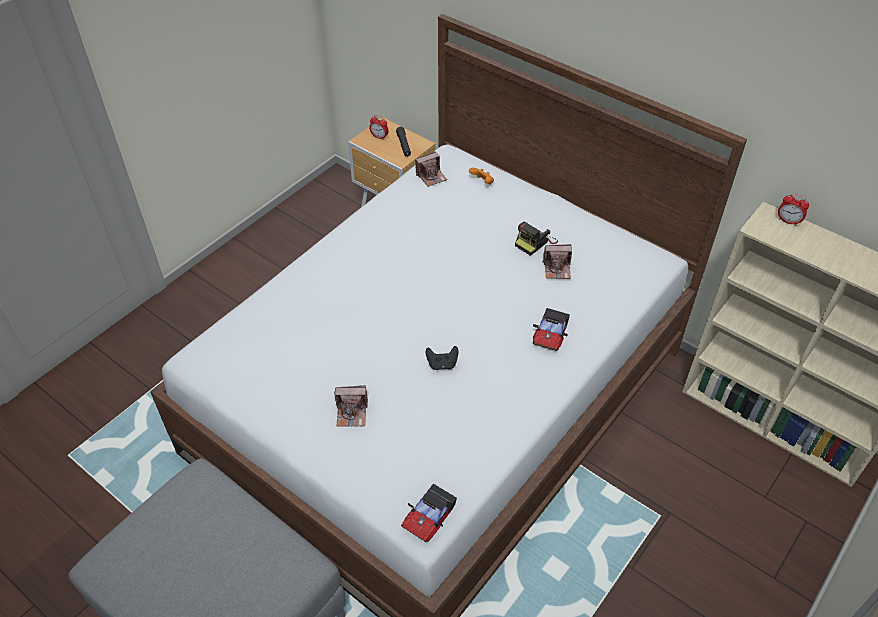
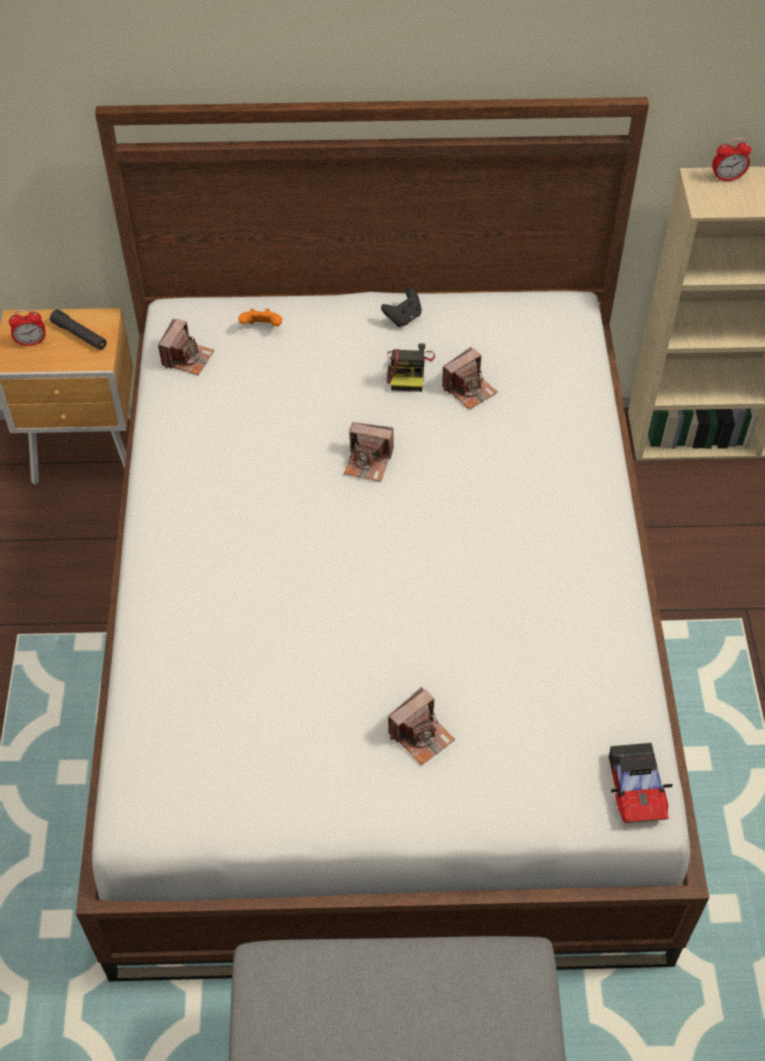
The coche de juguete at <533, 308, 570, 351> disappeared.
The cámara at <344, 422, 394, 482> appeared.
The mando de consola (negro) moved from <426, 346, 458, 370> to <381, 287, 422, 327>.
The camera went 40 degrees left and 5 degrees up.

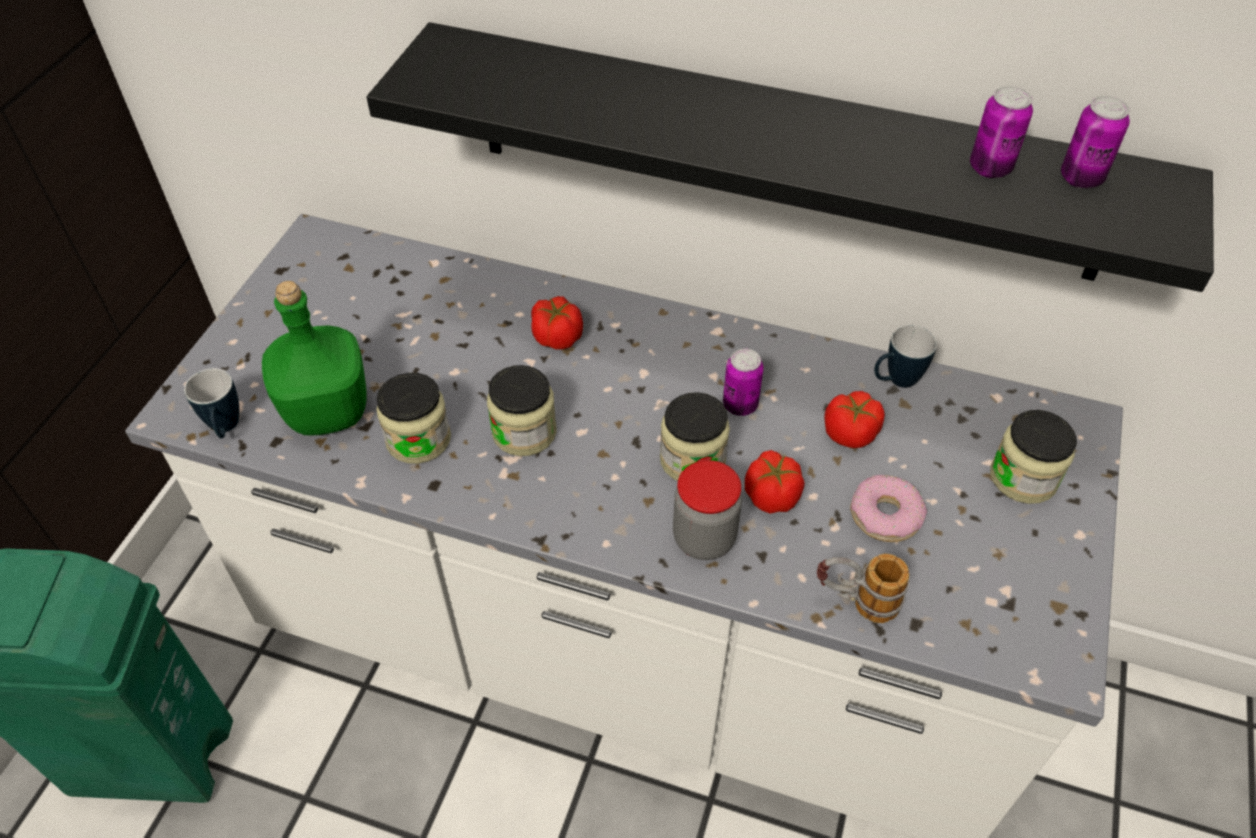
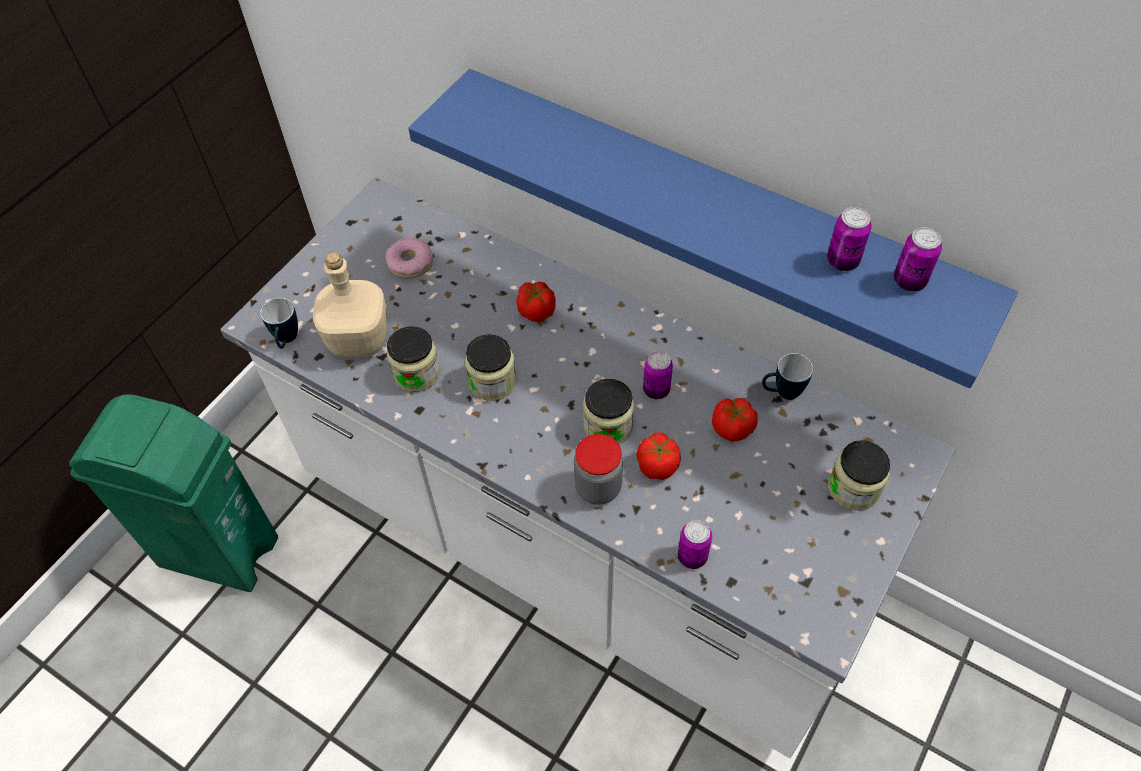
The rosquilla moved from <850, 475, 927, 542> to <386, 237, 433, 278>.
The taza grande at <817, 553, 909, 623> was replaced by the lata at <678, 520, 712, 569>.
The botella (verde) at <262, 281, 367, 436> became the botella (beis) at <313, 252, 387, 358>.
The estante (negro) at <366, 22, 1214, 292> became the estante (azul) at <408, 69, 1018, 388>.
The camera went 15 degrees right and 5 degrees up.

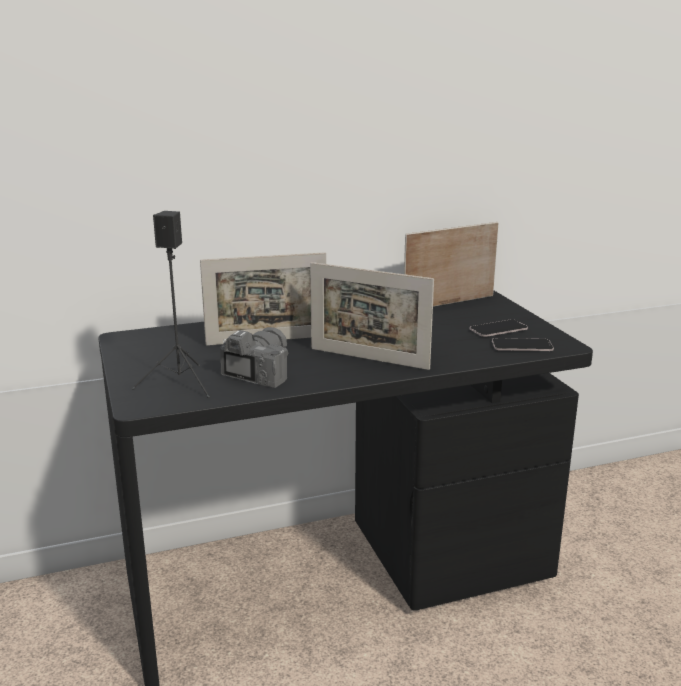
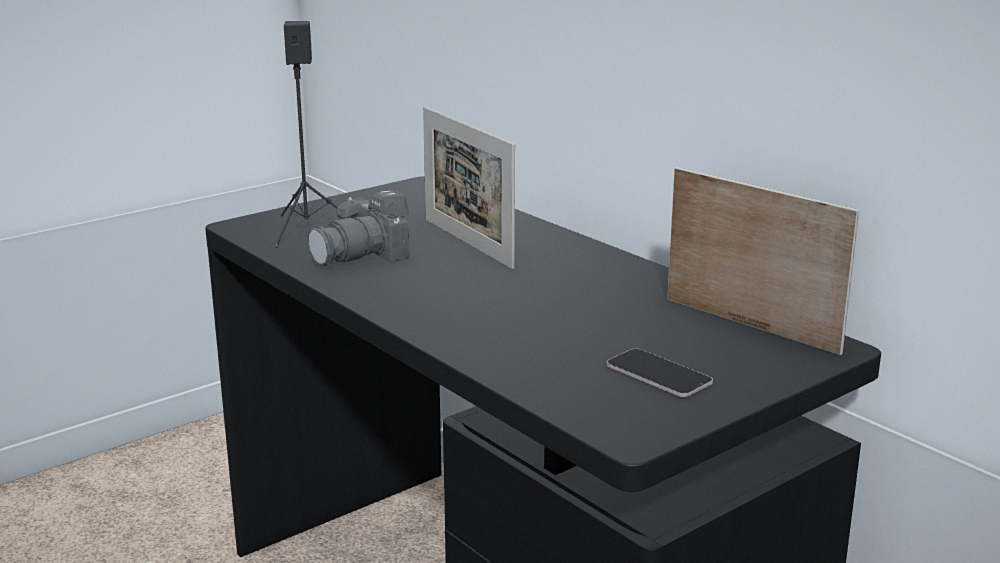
The portarretratos at <310, 262, 434, 370> disappeared.
The móvil at <492, 338, 554, 351> disappeared.
The cámara at <220, 327, 288, 388> turned 135 degrees clockwise.
The camera went 70 degrees right and 0 degrees up.

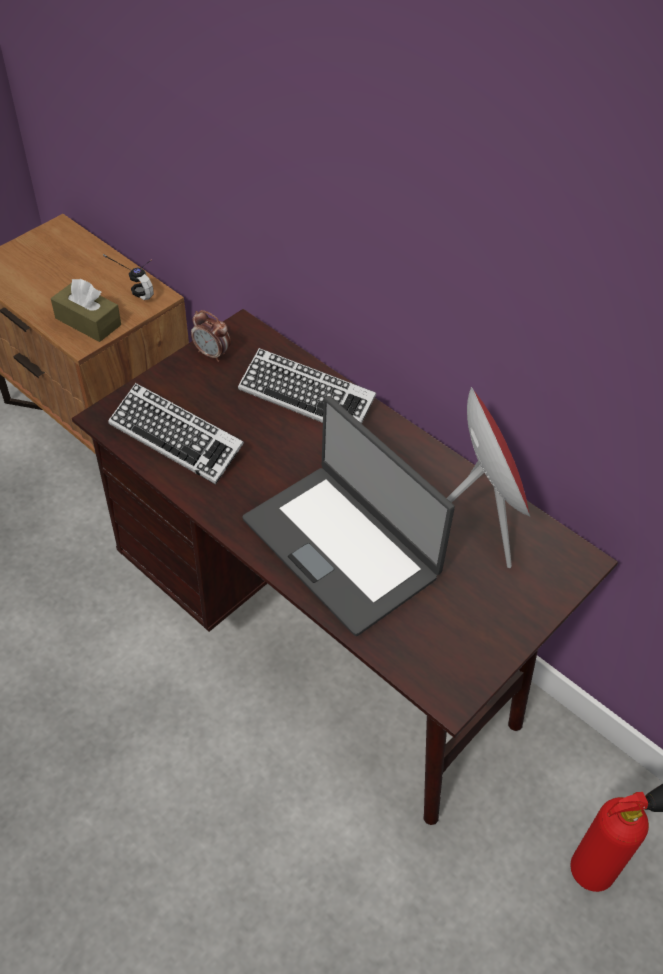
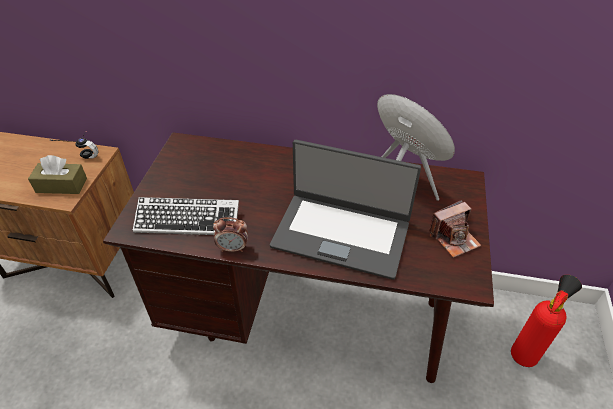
The teclado at <238, 348, 376, 424> disappeared.
The cámara at <429, 200, 481, 258> appeared.
The despertador moved from <191, 310, 231, 362> to <213, 217, 248, 252>.
The camera went 30 degrees left and 5 degrees down.

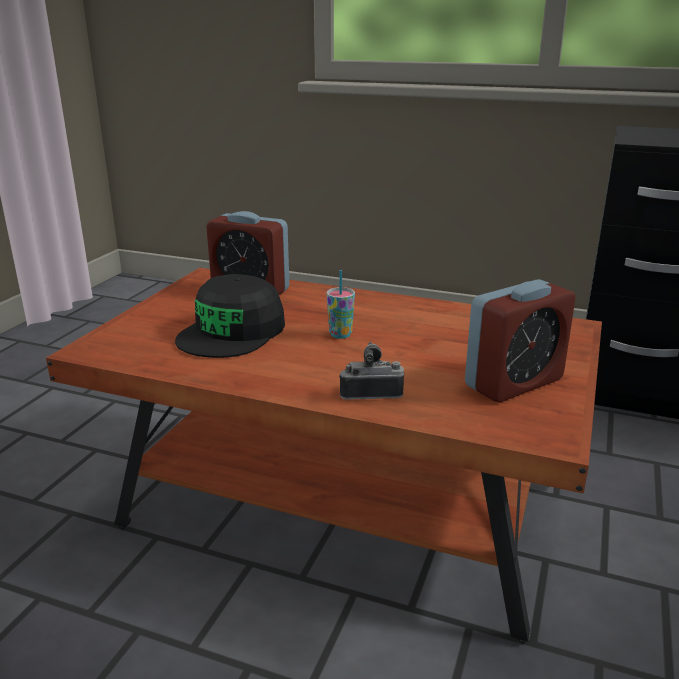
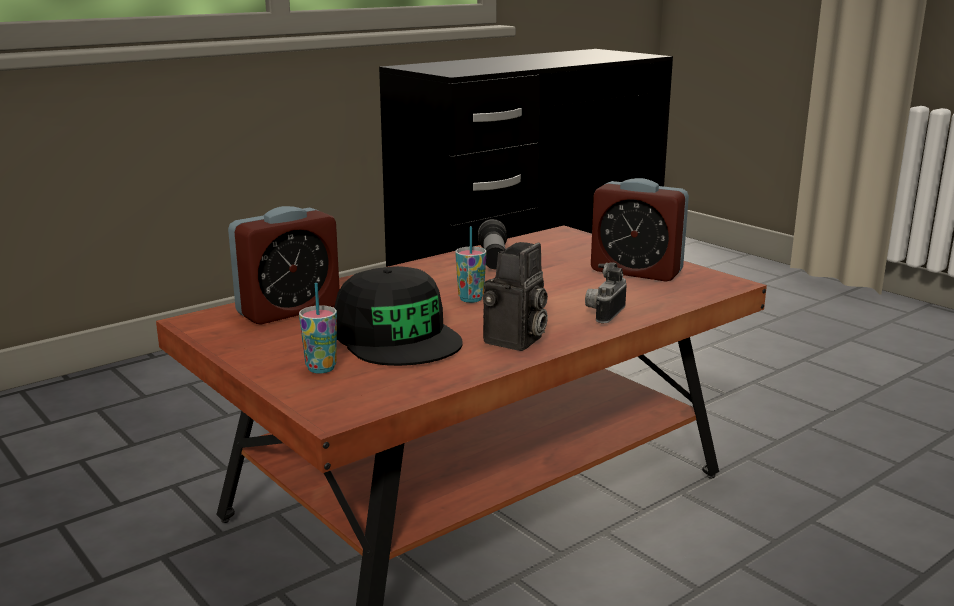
The taza at <299, 283, 337, 374> appeared.
The linterna at <478, 219, 507, 269> appeared.
The cámara at <483, 242, 548, 351> appeared.
The despertador at <465, 279, 576, 402> turned 120 degrees clockwise.
The camera went 60 degrees left and 5 degrees down.

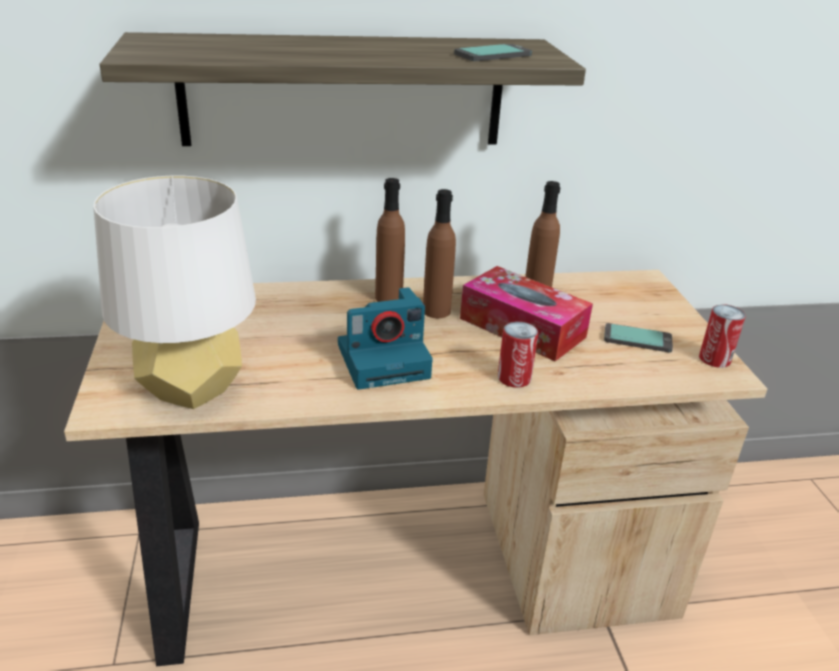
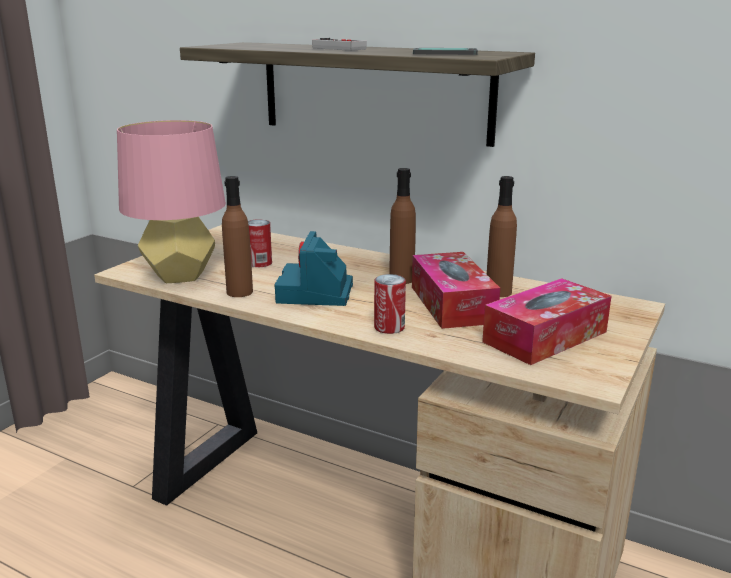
The mando de consola at <312, 38, 367, 51> appeared.
The botella (marrón) moved from <375, 178, 405, 302> to <222, 176, 253, 297>.
The lata moved from <699, 304, 746, 368> to <248, 219, 272, 267>.
The móvil at <604, 323, 673, 352> was replaced by the caja de pañuelos at <482, 278, 611, 365>.
The lámpara de mesa (blanco) at <94, 176, 256, 409> became the lámpara de mesa (rosa) at <117, 120, 226, 283>.
The cámara at <338, 287, 433, 390> turned 75 degrees clockwise.
The camera went 40 degrees right and 10 degrees down.

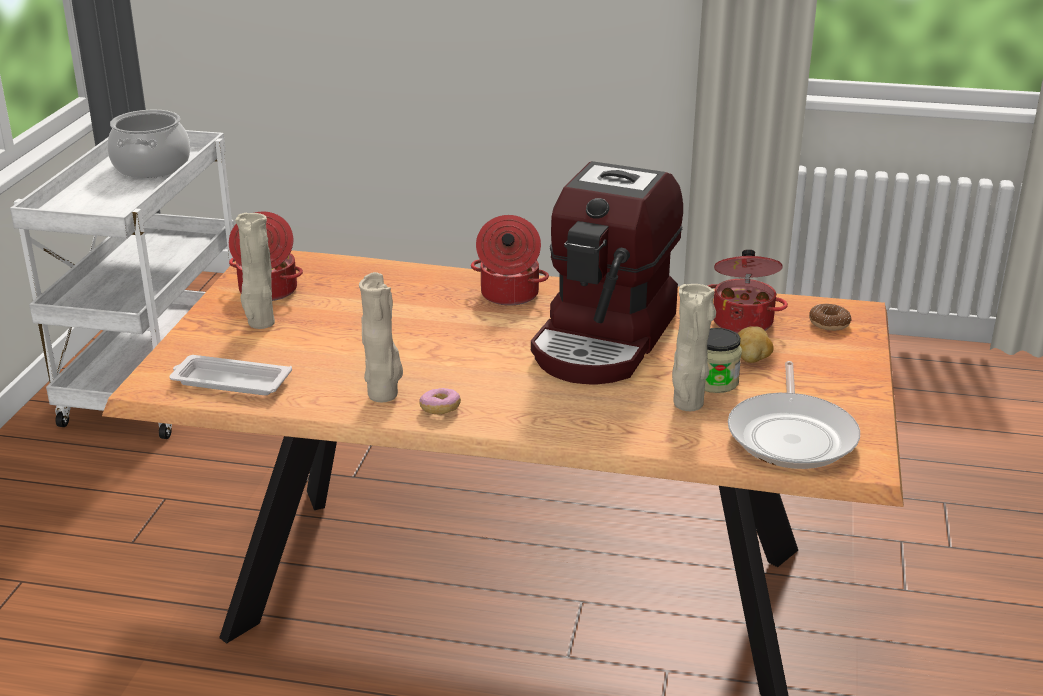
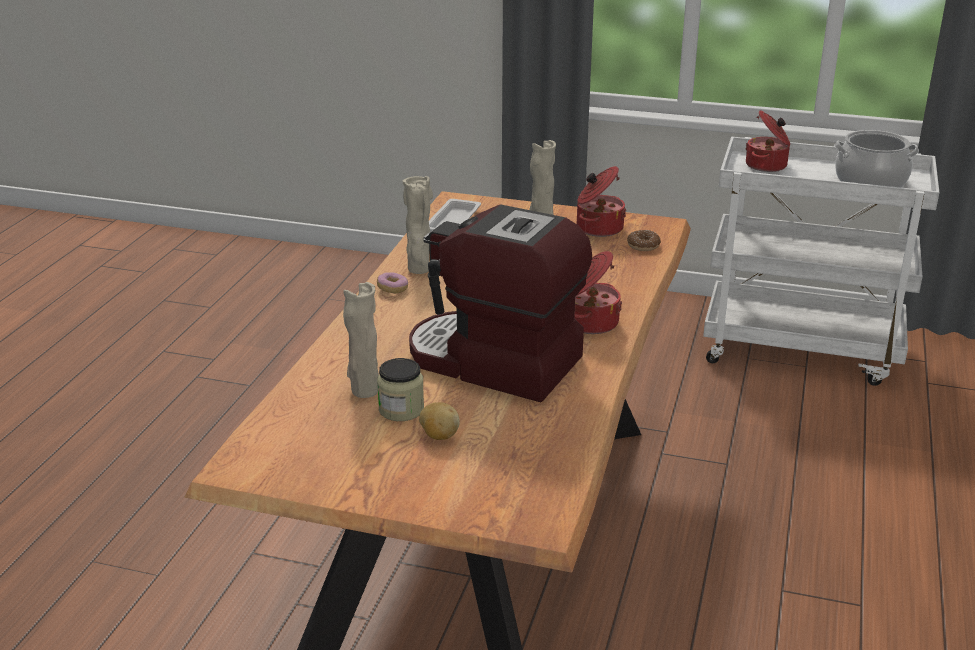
The sartén at <728, 361, 860, 469> disappeared.
The olla moved from <708, 249, 788, 334> to <745, 110, 790, 172>.
The rosquilla moved from <809, 303, 852, 331> to <627, 230, 661, 251>.
The camera went 95 degrees right and 0 degrees up.

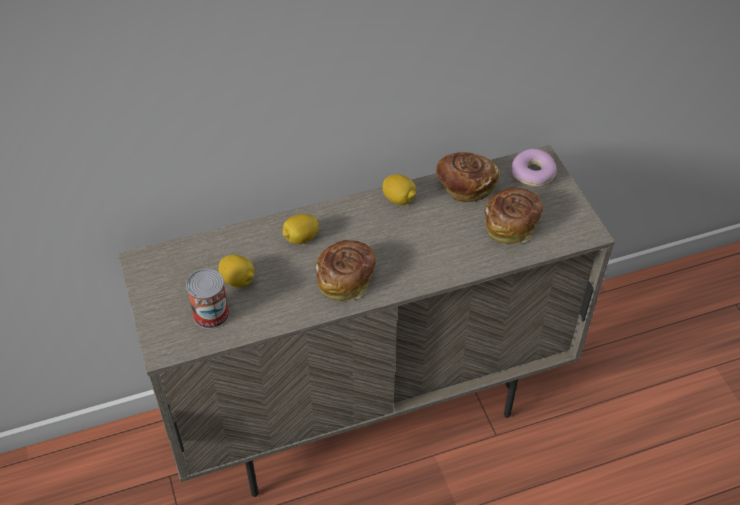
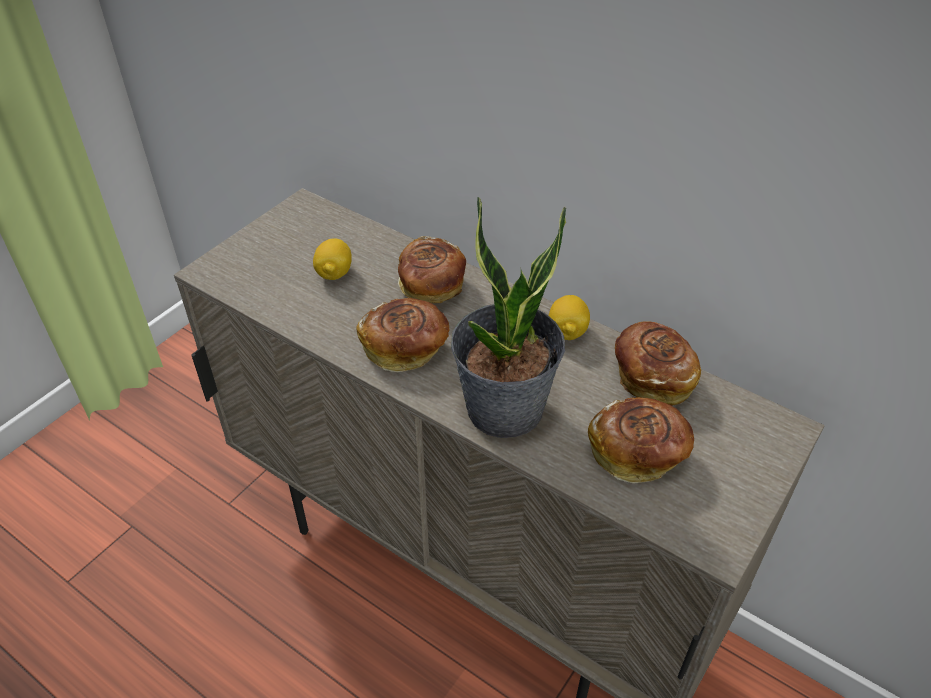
The lata at <186, 269, 229, 329> disappeared.
The rosquilla at <511, 149, 557, 187> disappeared.
The planta en maceta at <451, 197, 566, 438> appeared.
The limón at <282, 214, 319, 244> was replaced by the pan at <398, 236, 466, 304>.
The camera went 55 degrees right and 5 degrees down.

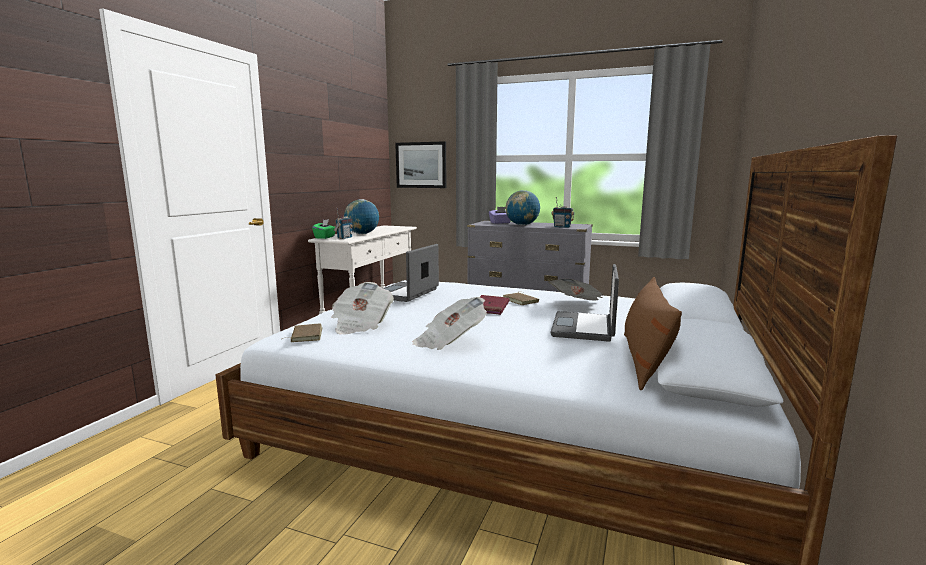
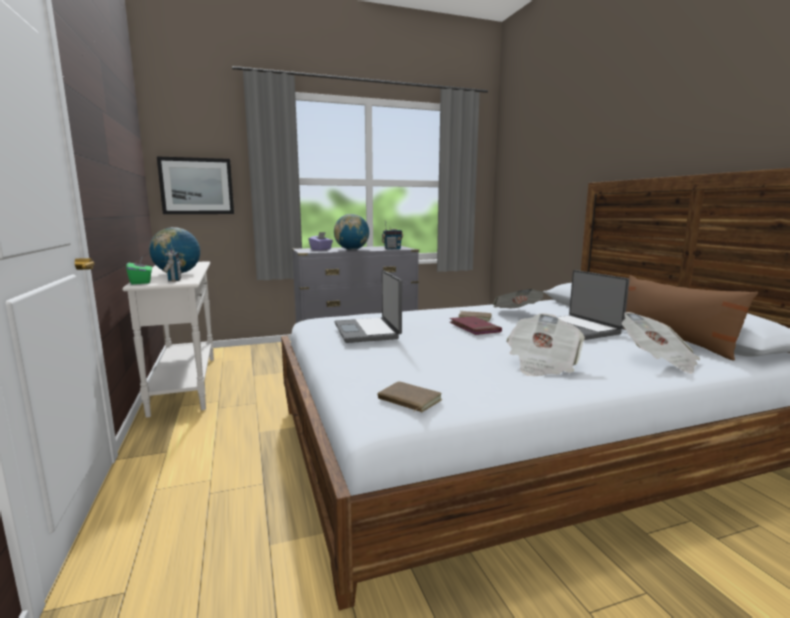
The periódico moved from <332, 282, 394, 334> to <621, 312, 700, 374>.
The camera went 40 degrees left and 0 degrees up.

